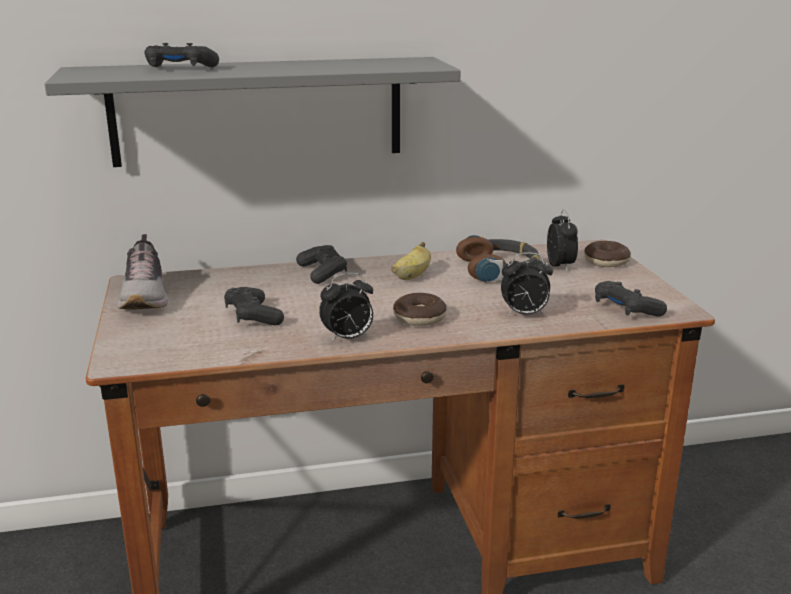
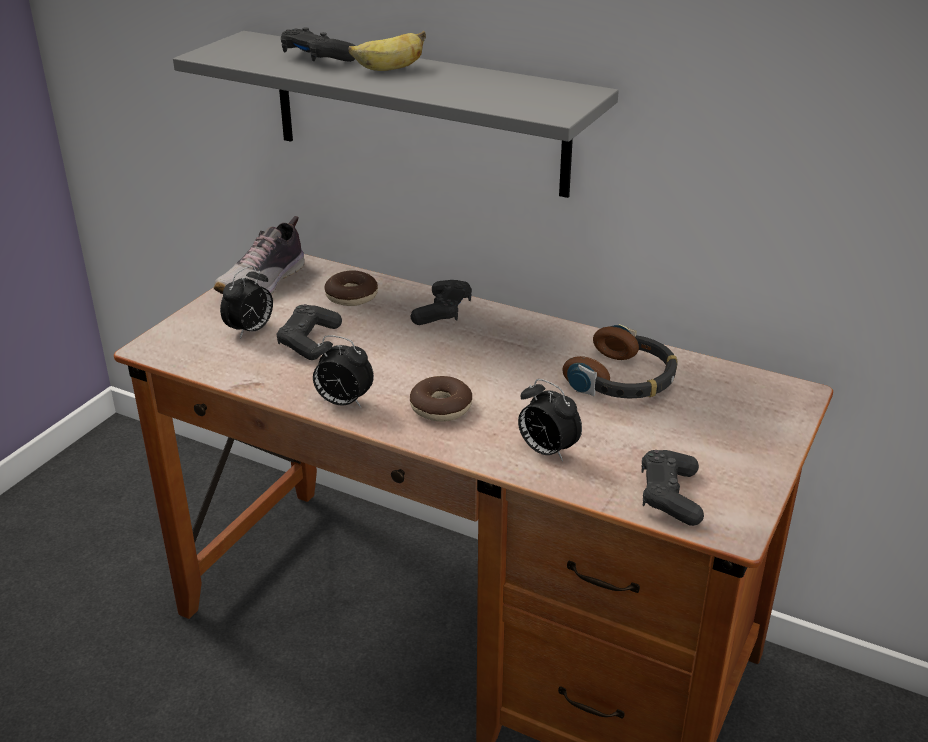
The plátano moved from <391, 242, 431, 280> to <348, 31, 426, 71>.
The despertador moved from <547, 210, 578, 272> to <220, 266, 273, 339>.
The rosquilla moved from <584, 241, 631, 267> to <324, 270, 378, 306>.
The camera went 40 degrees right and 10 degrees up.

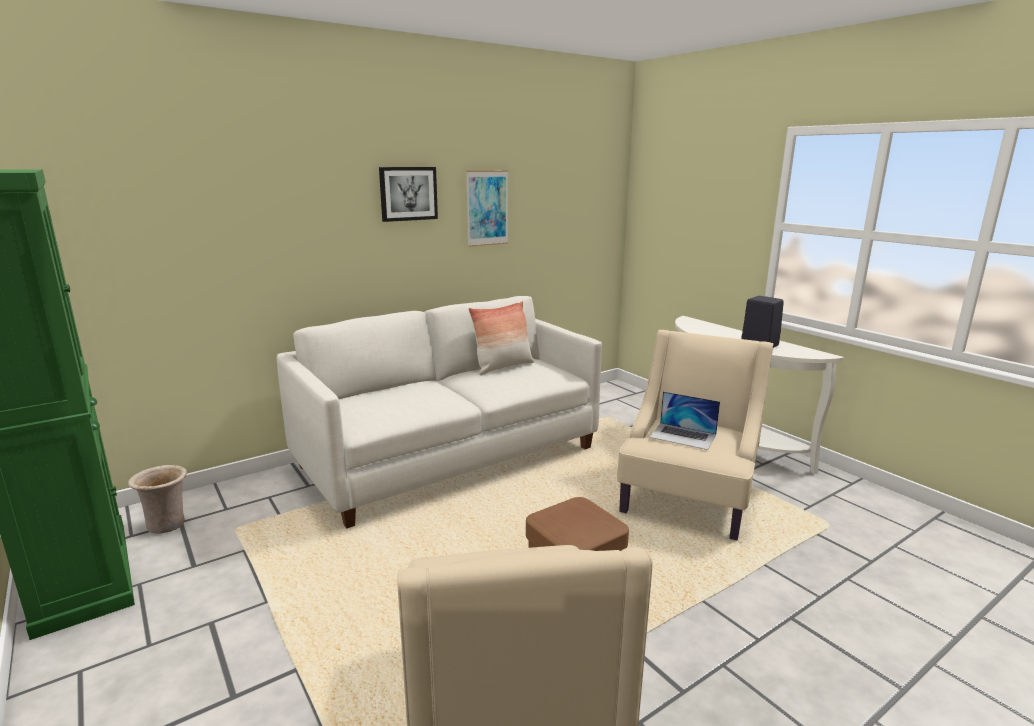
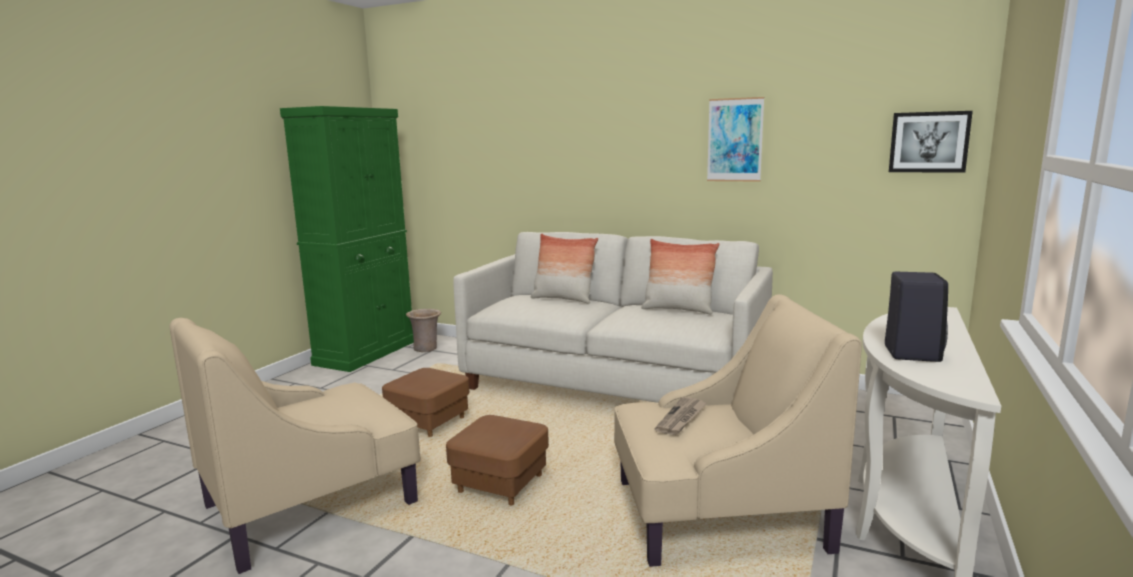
The puf (marrón) at <382, 368, 469, 437> appeared.
The cojín at <531, 233, 598, 304> appeared.
The cuadro moved from <379, 167, 438, 222> to <889, 111, 973, 172>.
The portátil at <650, 391, 720, 450> was replaced by the periódico at <654, 397, 707, 435>.
The camera went 60 degrees right and 5 degrees down.

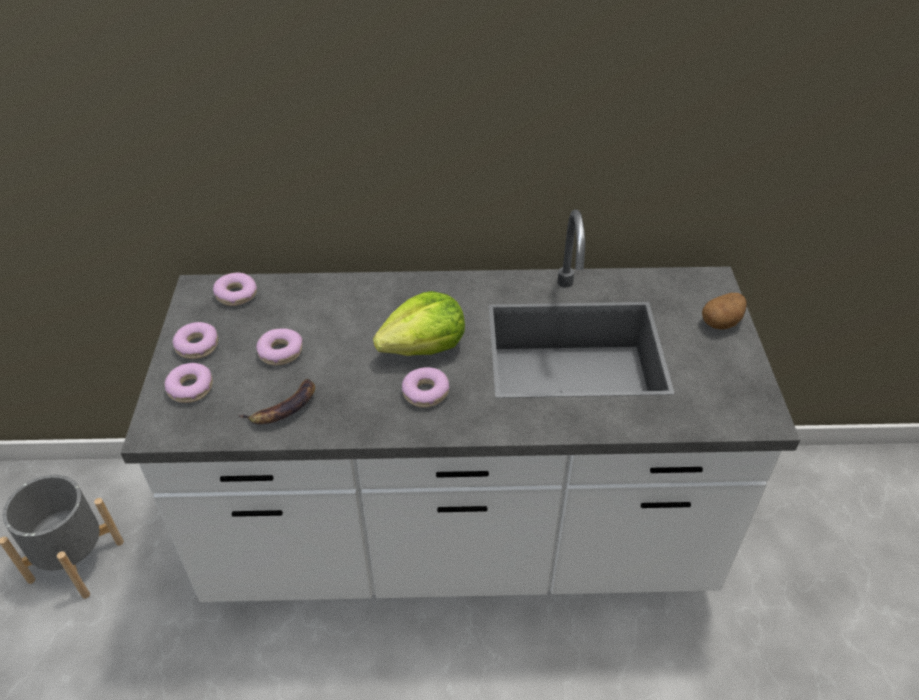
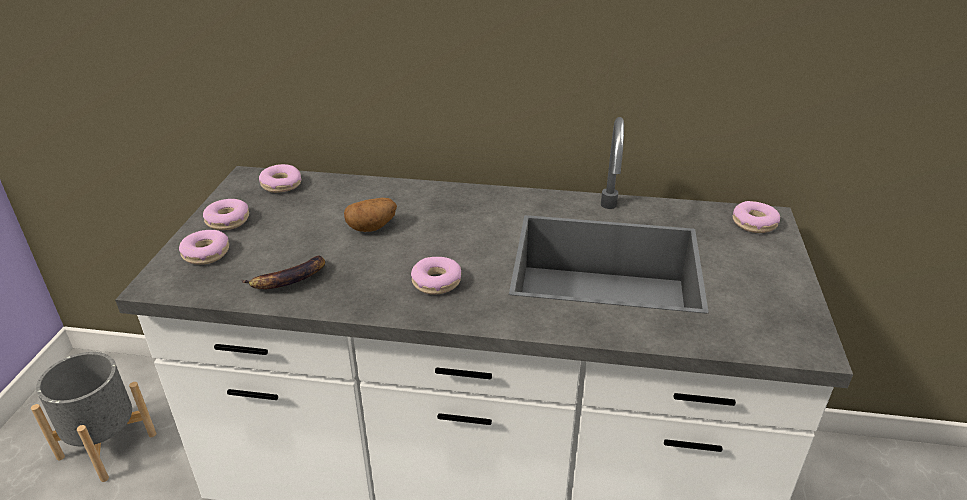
The lechuga at <373, 291, 465, 356> disappeared.
The rosquilla moved from <256, 329, 303, 365> to <733, 201, 780, 233>.
The patata moved from <702, 293, 747, 329> to <344, 198, 397, 232>.
The camera went 10 degrees right and 10 degrees down.

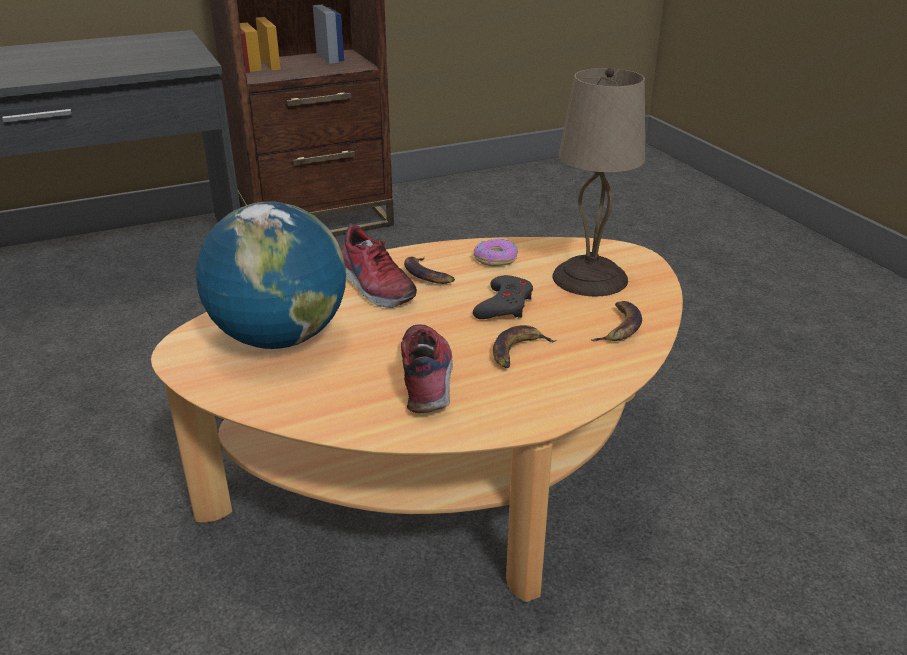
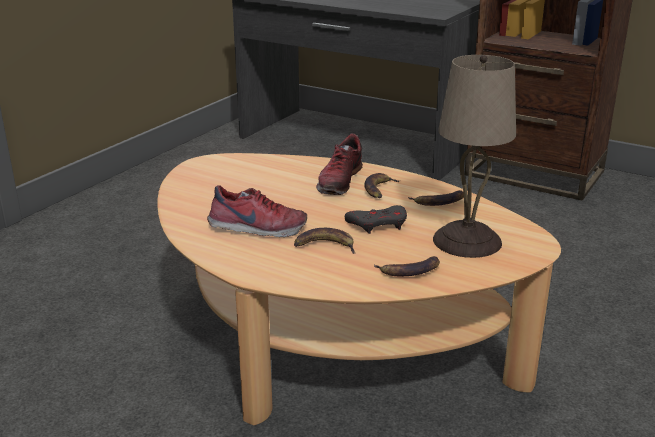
The globo terráqueo at <196, 201, 346, 349> disappeared.
The rosquilla at <474, 239, 518, 266> was replaced by the plátano at <408, 190, 464, 206>.
The zapato at <401, 324, 453, 413> turned 45 degrees clockwise.
The camera went 55 degrees right and 5 degrees down.

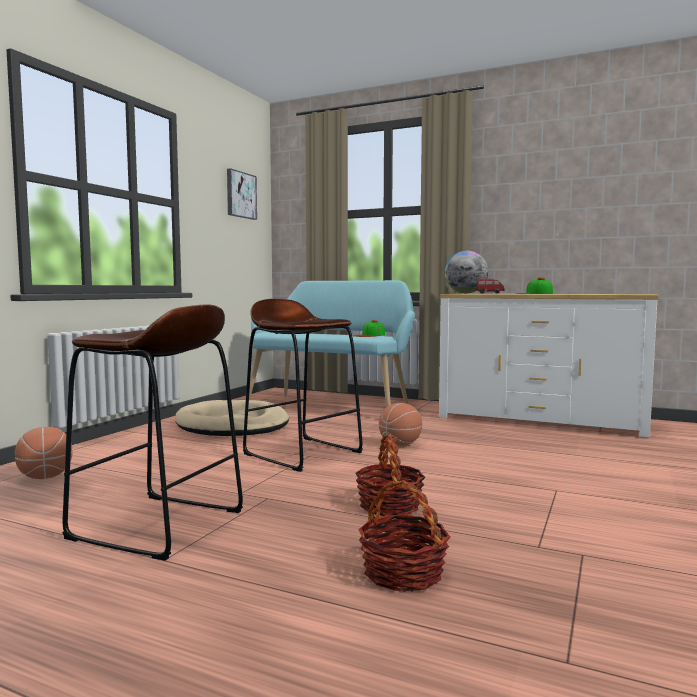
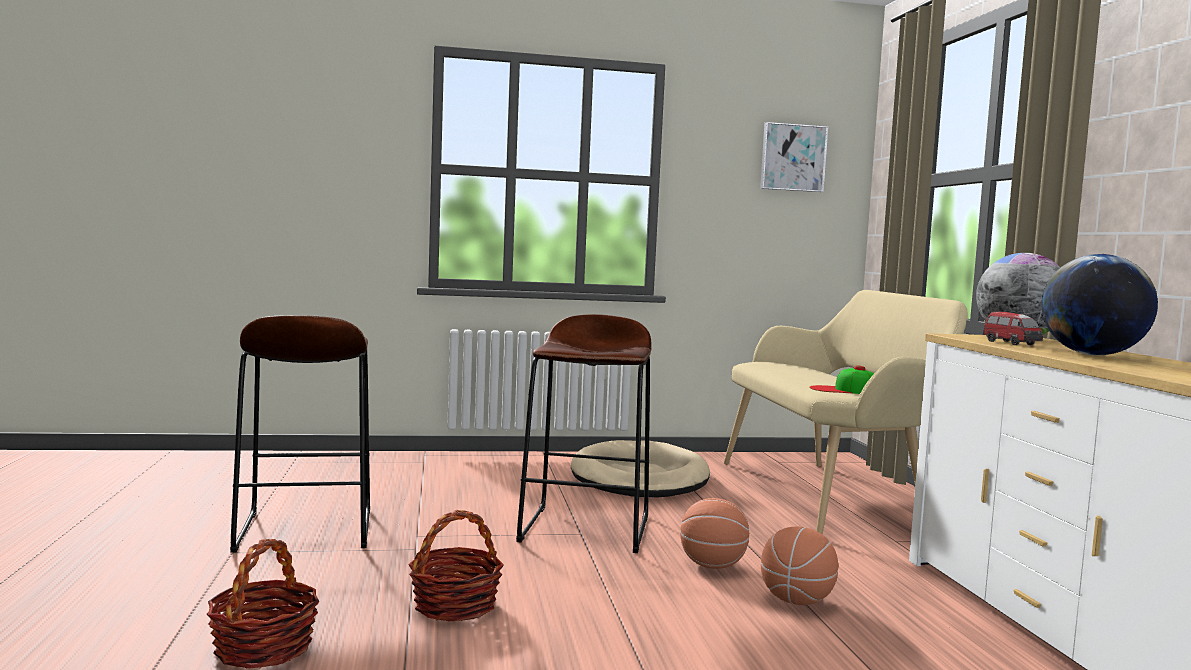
The balón de baloncesto moved from <15, 427, 73, 479> to <761, 526, 838, 605>.
The gorra at <515, 278, 553, 294> was replaced by the globo terráqueo at <1041, 254, 1158, 355>.
The banco (turquesa) at <249, 280, 415, 407> became the banco (beis) at <724, 290, 967, 535>.
The camera went 55 degrees right and 0 degrees up.

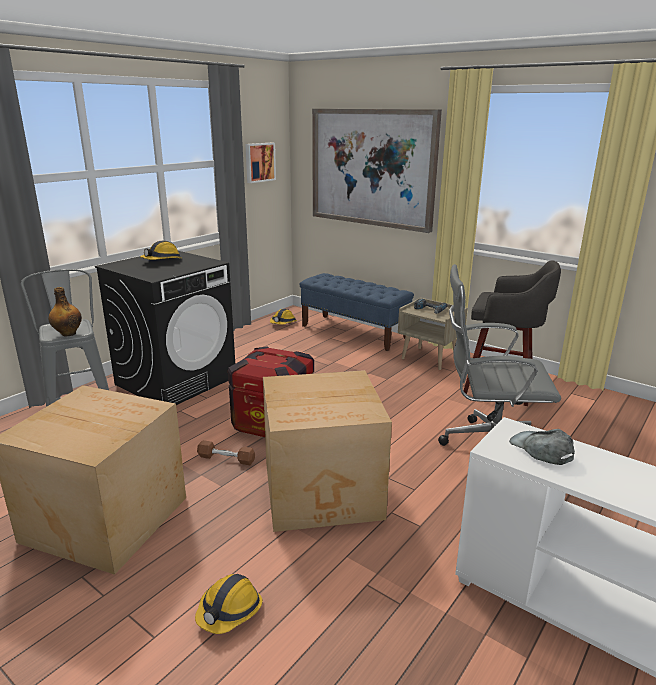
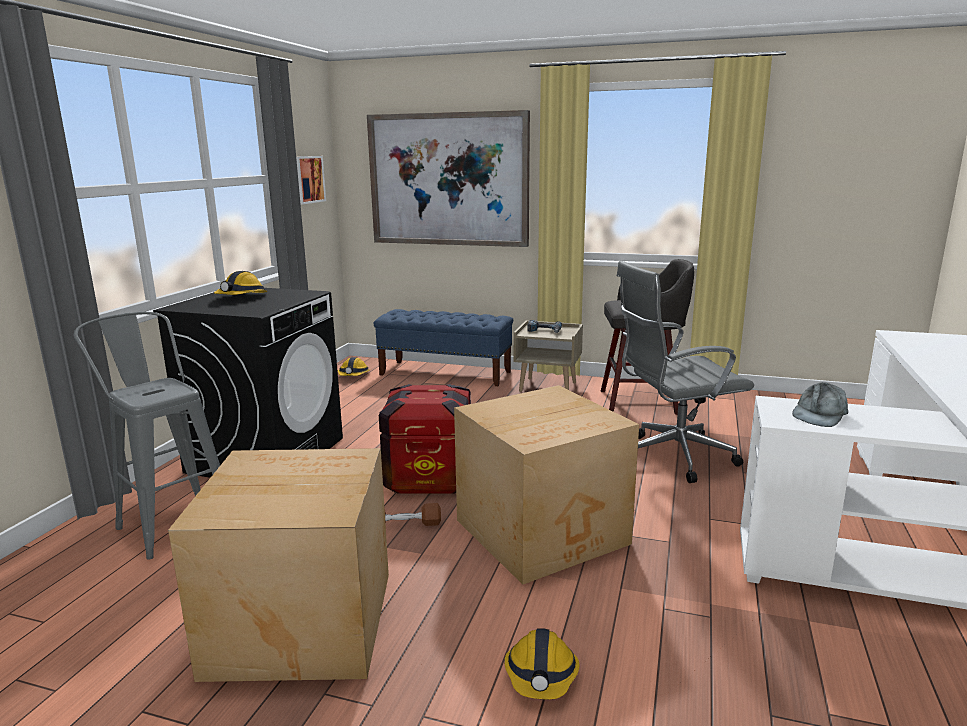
The botella at <48, 287, 82, 336> disappeared.
The gorra (gris) at <509, 429, 575, 465> turned 90 degrees counterclockwise.
The camera went 20 degrees left and 5 degrees down.

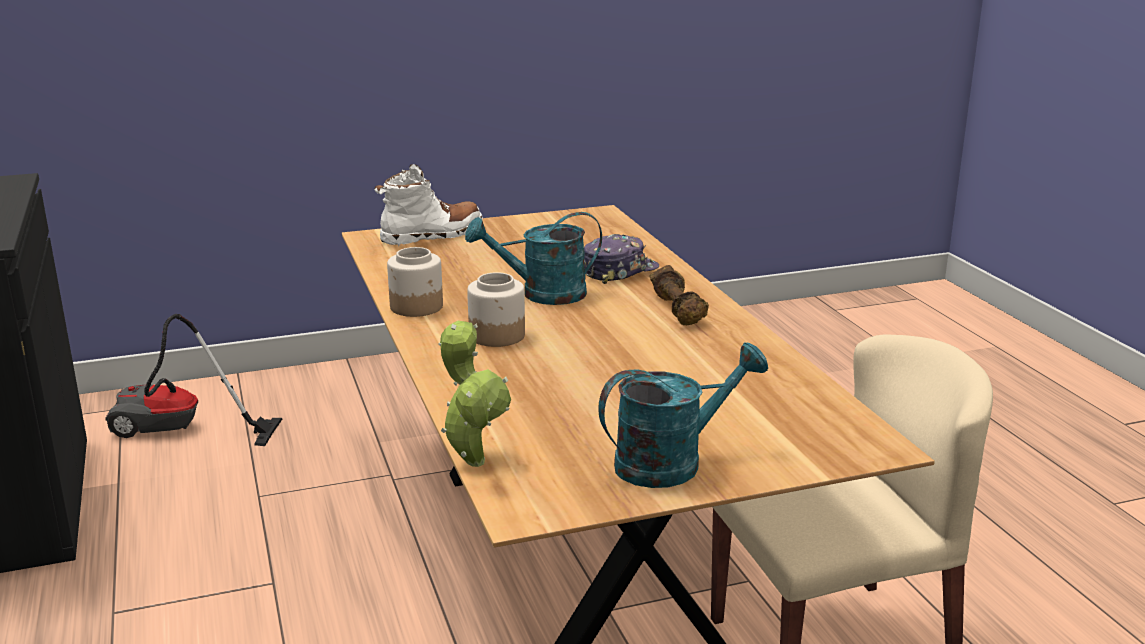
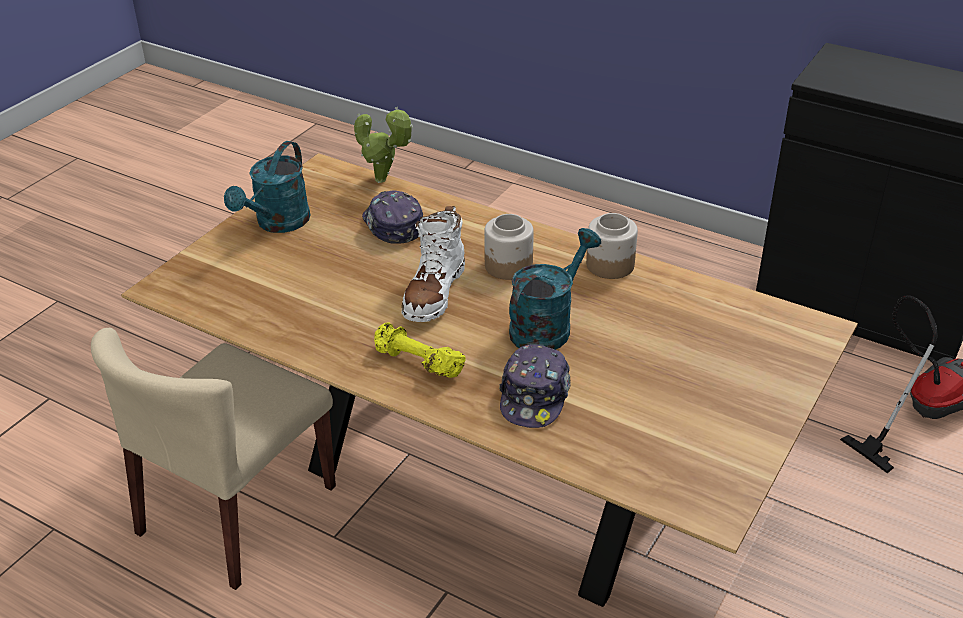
The gorra at <362, 191, 424, 244> appeared.
The bota (blanco) moved from <374, 164, 483, 246> to <401, 206, 465, 322>.
The mancuerna (marrón) at <649, 265, 709, 325> became the mancuerna (amarillo) at <374, 322, 466, 378>.
The camera went 140 degrees right and 15 degrees up.

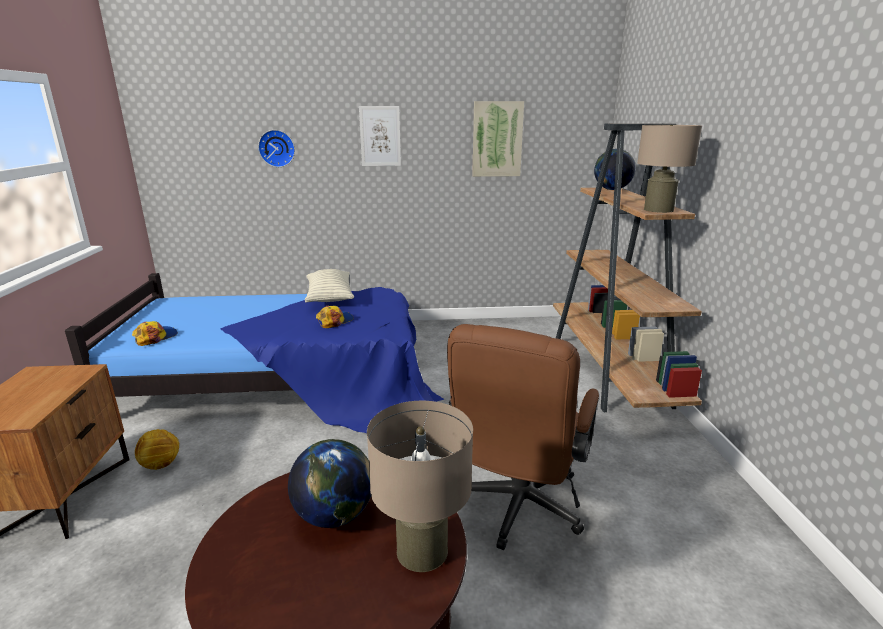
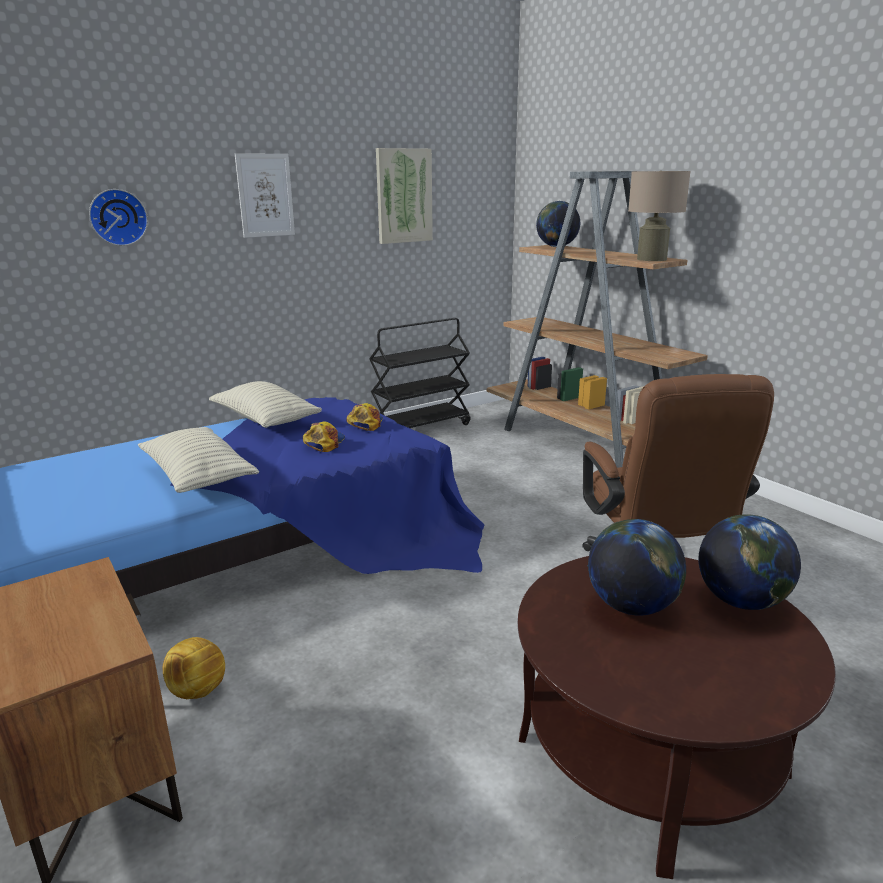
The cojín at <138, 427, 259, 493> appeared.
The carrito (negro) at <369, 318, 470, 428> appeared.
The gorra moved from <132, 321, 178, 346> to <346, 403, 383, 431>.
The lámpara de mesa (beis) at <367, 401, 473, 572> was replaced by the globo terráqueo at <698, 514, 801, 610>.
The camera went 30 degrees left and 0 degrees up.

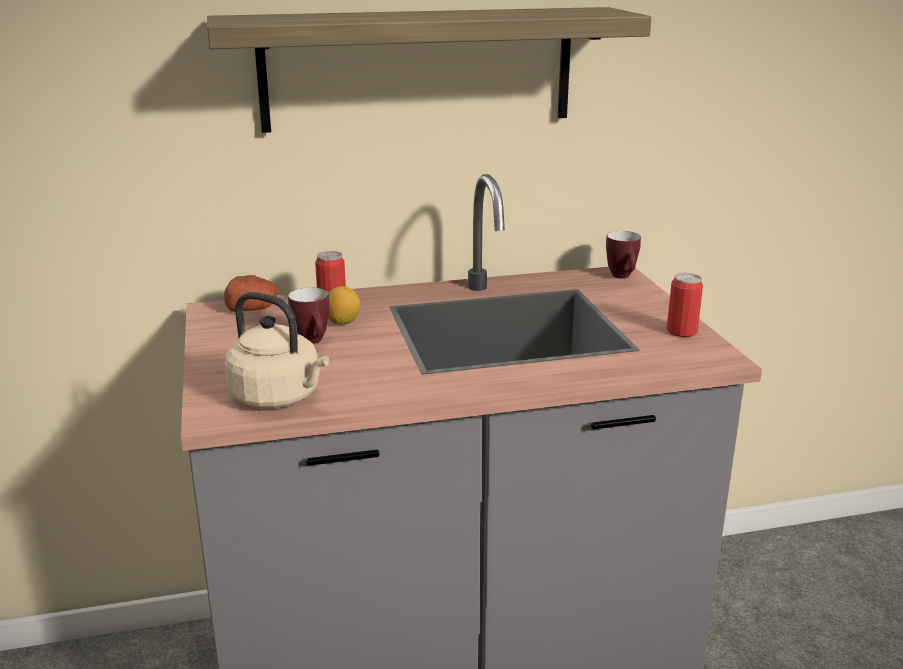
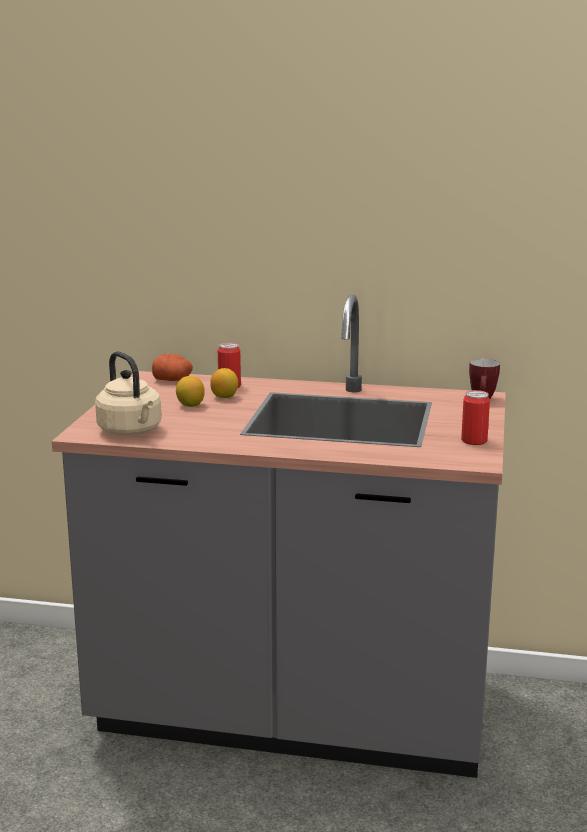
The estante at <207, 7, 652, 133> disappeared.
The taza grande at <288, 287, 329, 344> was replaced by the limón at <176, 376, 205, 407>.
The camera went 25 degrees right and 5 degrees down.

